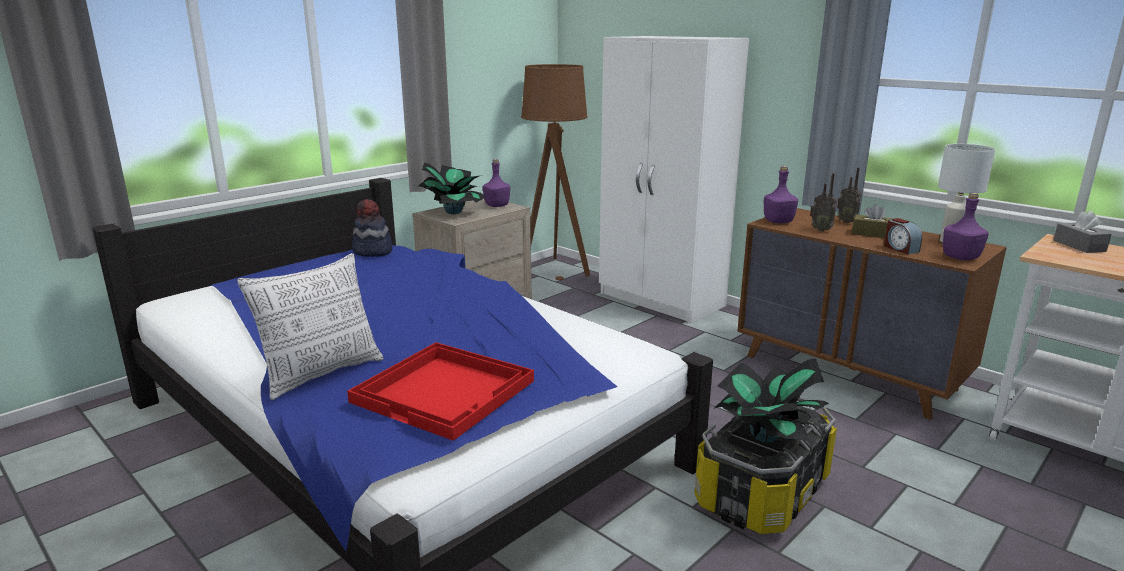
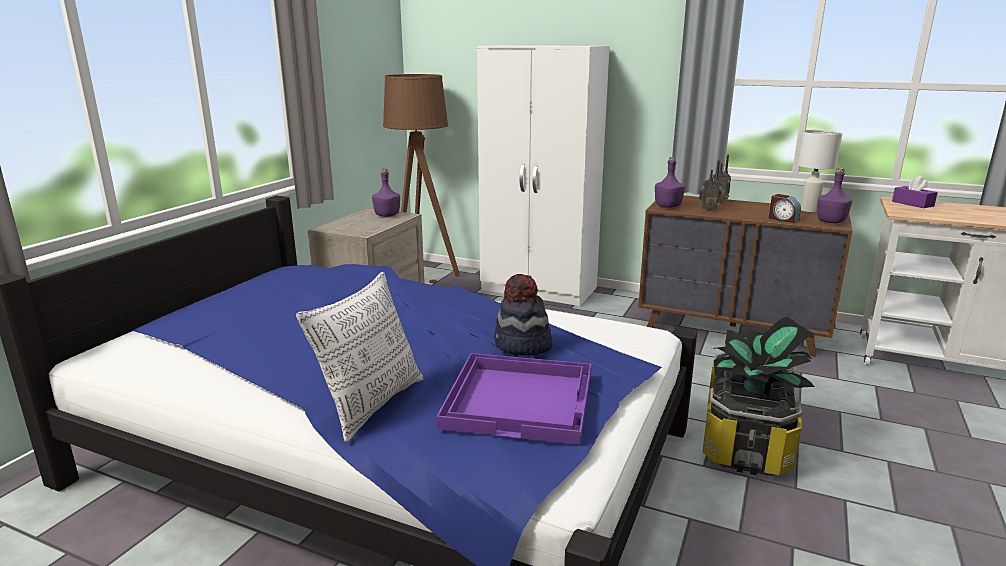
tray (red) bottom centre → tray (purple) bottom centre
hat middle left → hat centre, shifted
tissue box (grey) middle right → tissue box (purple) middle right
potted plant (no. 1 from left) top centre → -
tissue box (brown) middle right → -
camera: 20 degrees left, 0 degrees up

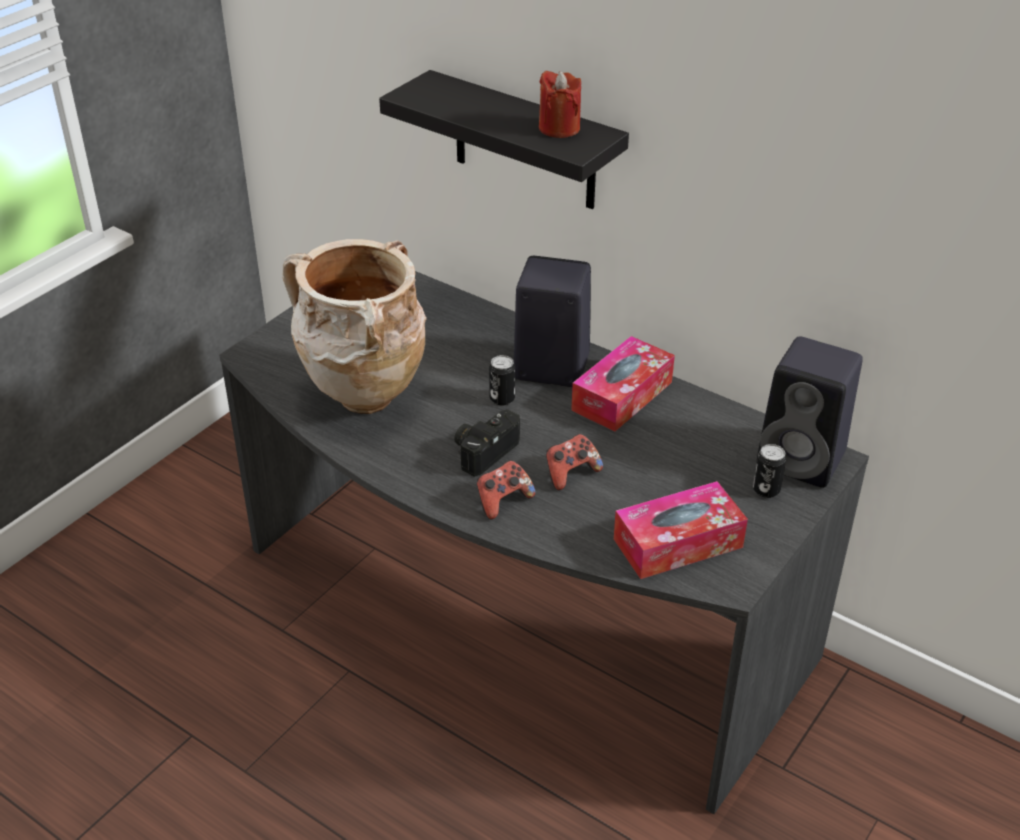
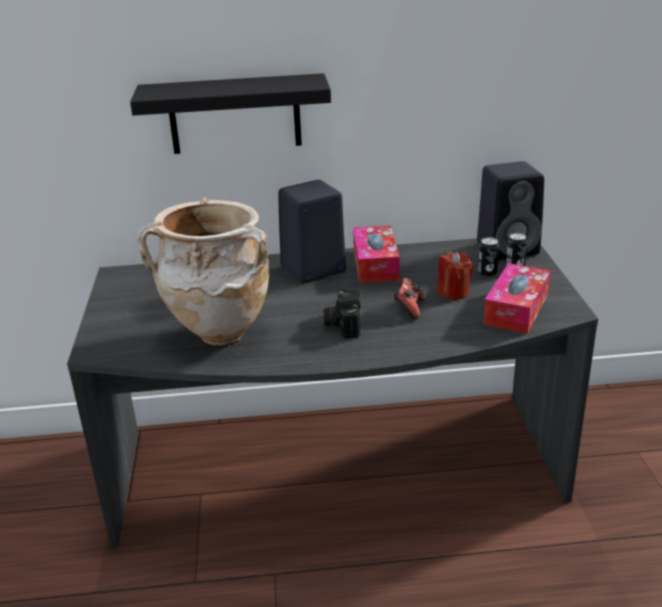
candle (red) top centre → candle (red) middle right, shifted
can (no. 1 from left) centre → can (no. 1 from left) middle right, shifted
game controller (no. 1 from left) centre → -
camera: 40 degrees left, 10 degrees down

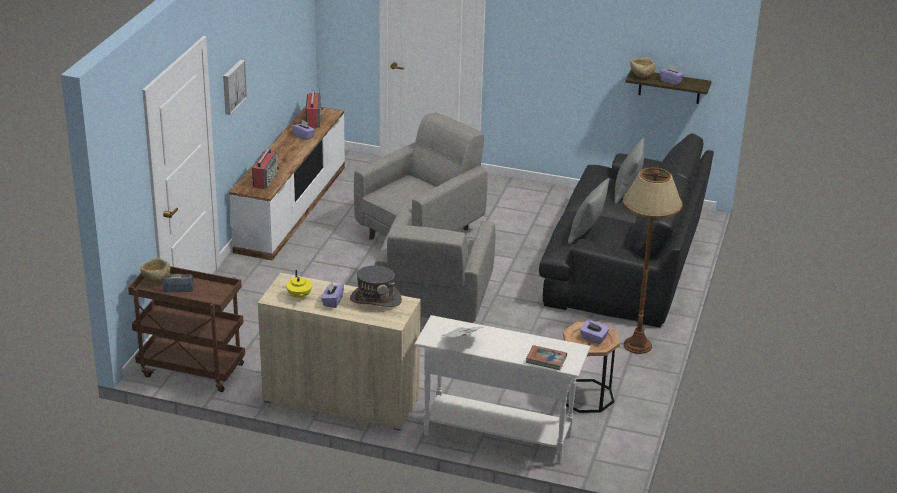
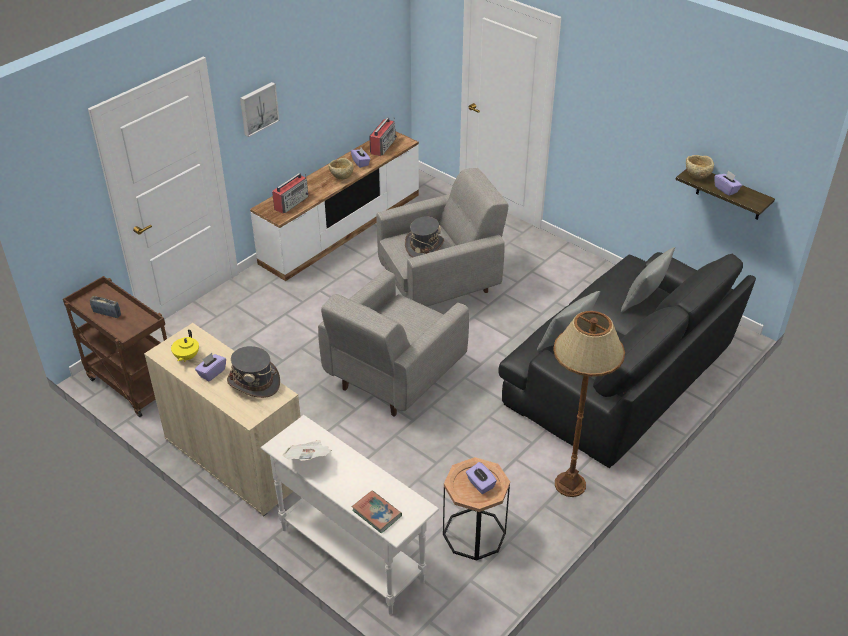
bowl (beige) (no. 1 from left) middle left → bowl (beige) (no. 1 from left) top centre, shifted
- → hat (grey) (no. 2 from left) centre
camera: 25 degrees right, 10 degrees up

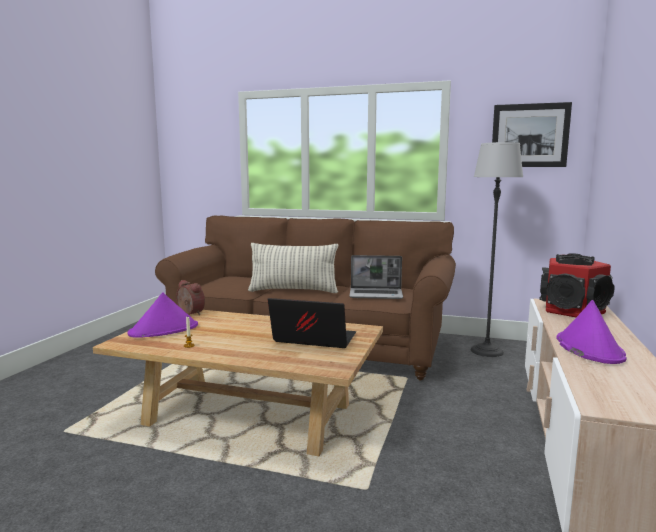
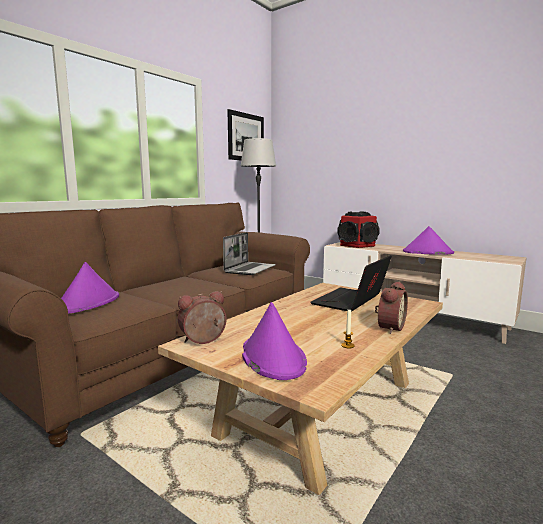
- → hat (purple) (no. 1 from left) middle left
- → alarm clock (no. 2 from left) middle right
pillow centre → -
camera: 70 degrees left, 0 degrees up

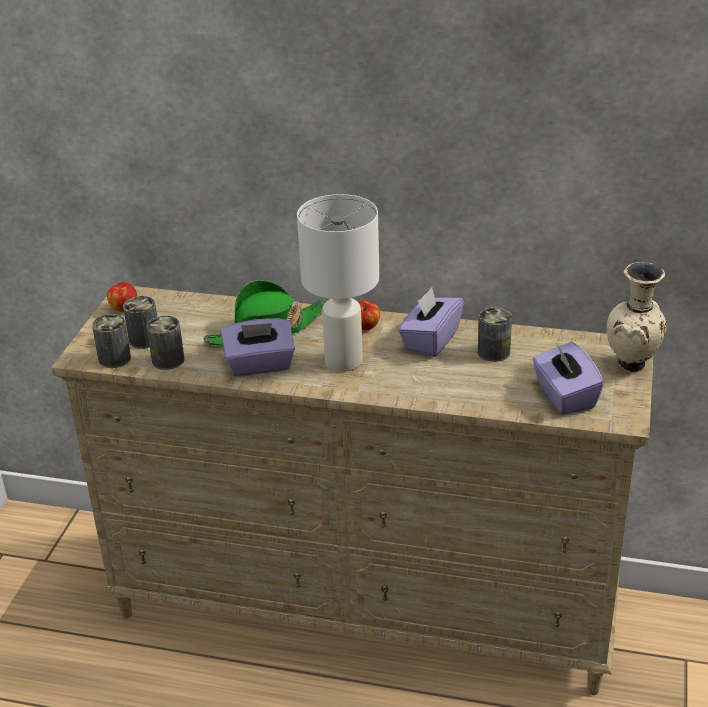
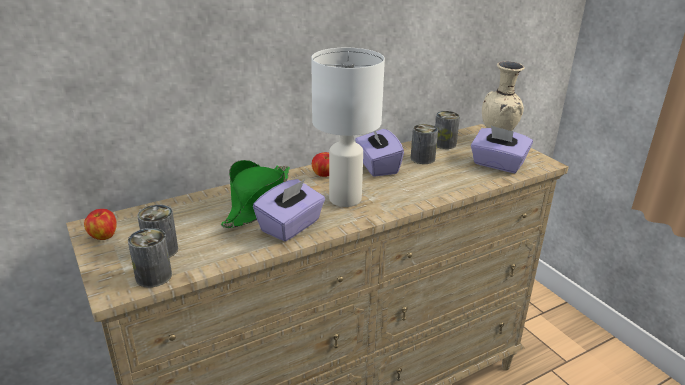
can (no. 3 from left in the first image) middle left → can (no. 4 from left) centre, shifted
camera: 45 degrees left, 5 degrees down

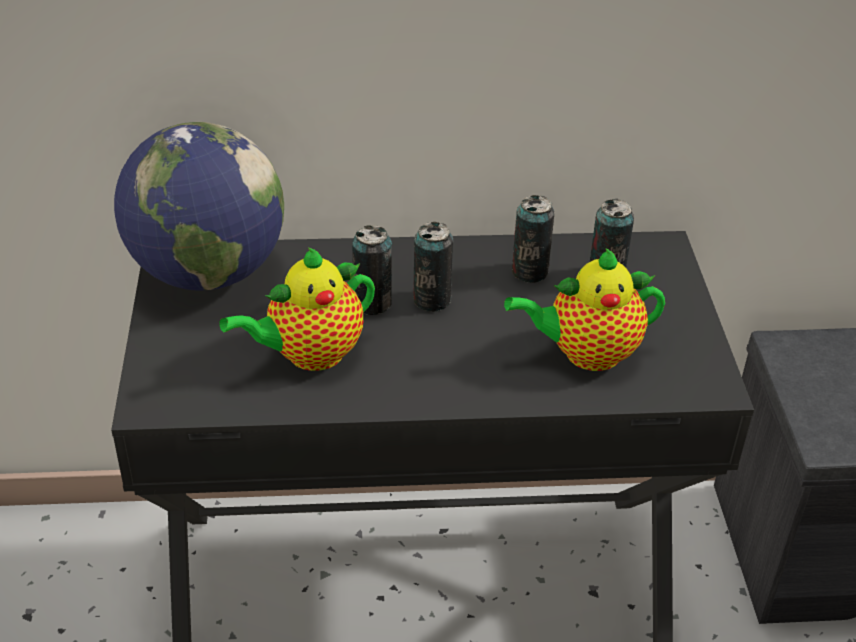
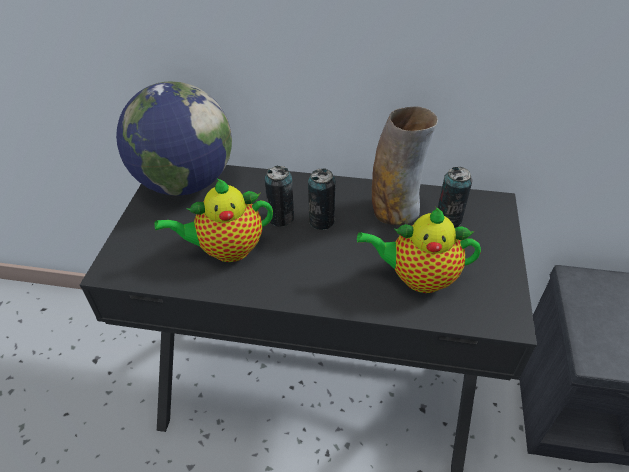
can (no. 3 from left) centre → vase centre
camera: 15 degrees right, 5 degrees up

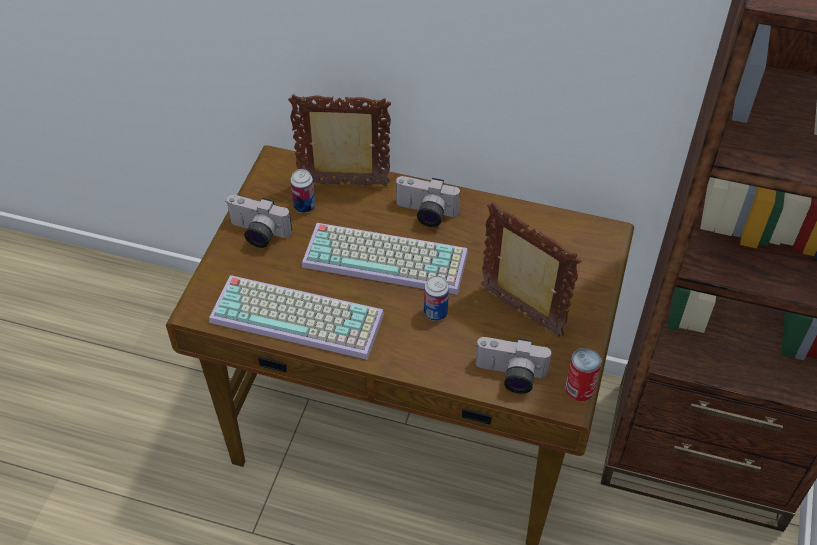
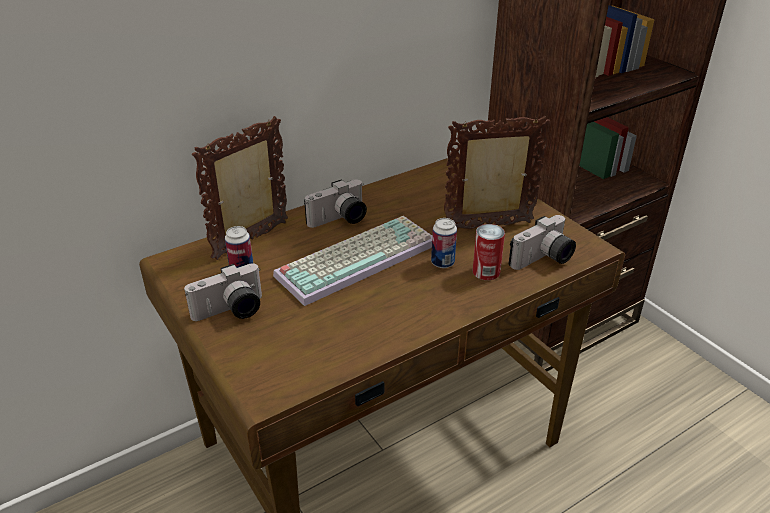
can (no. 3 from left) bottom right → can (no. 3 from left) centre, shifted
keyboard (no. 1 from left) centre → -
camera: 50 degrees left, 15 degrees down

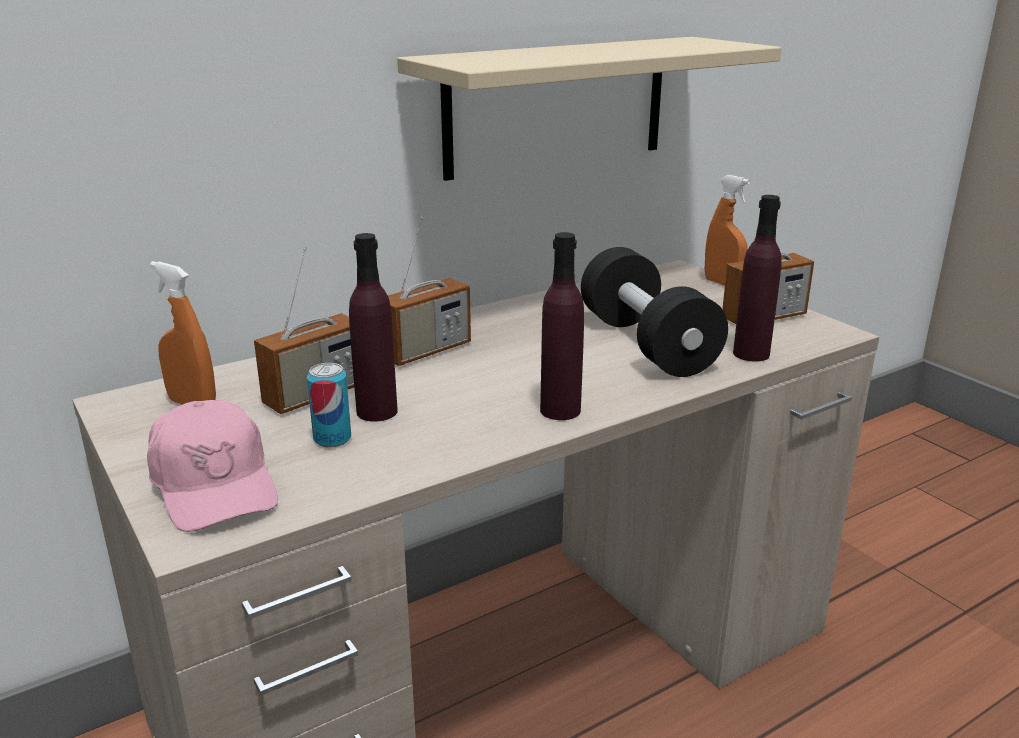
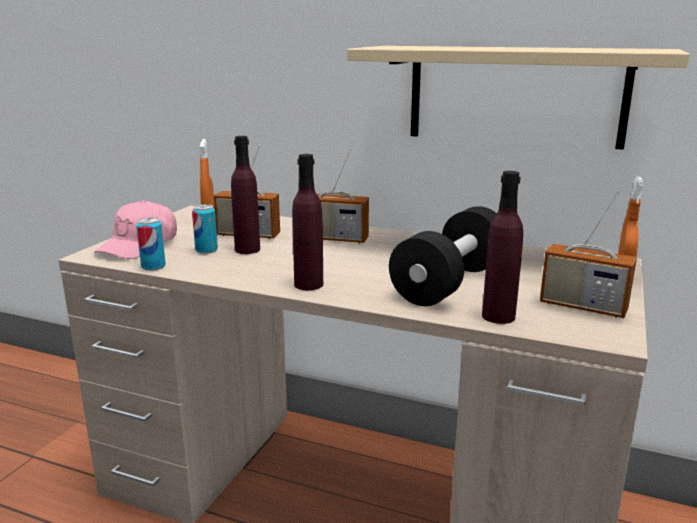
- → can (no. 1 from left) middle left
camera: 55 degrees right, 5 degrees down

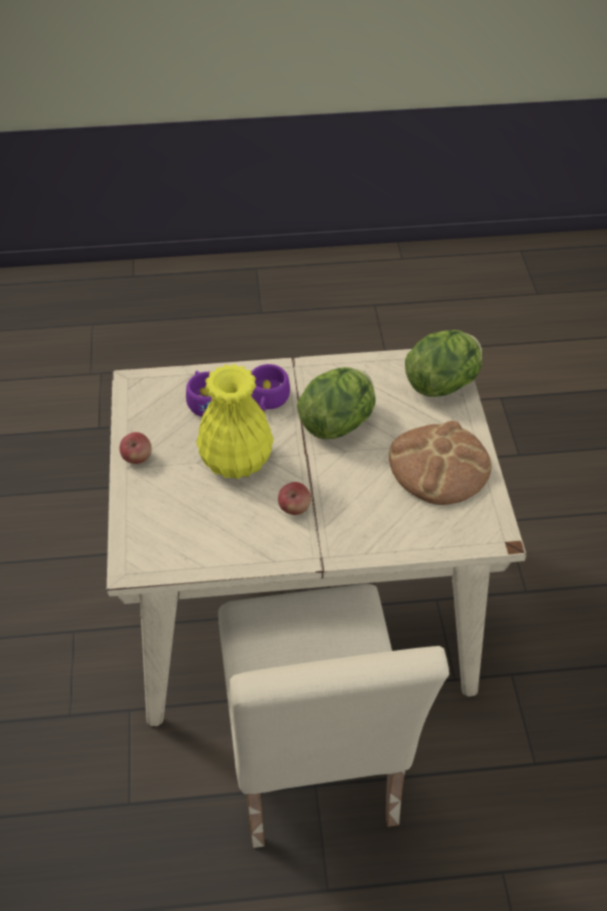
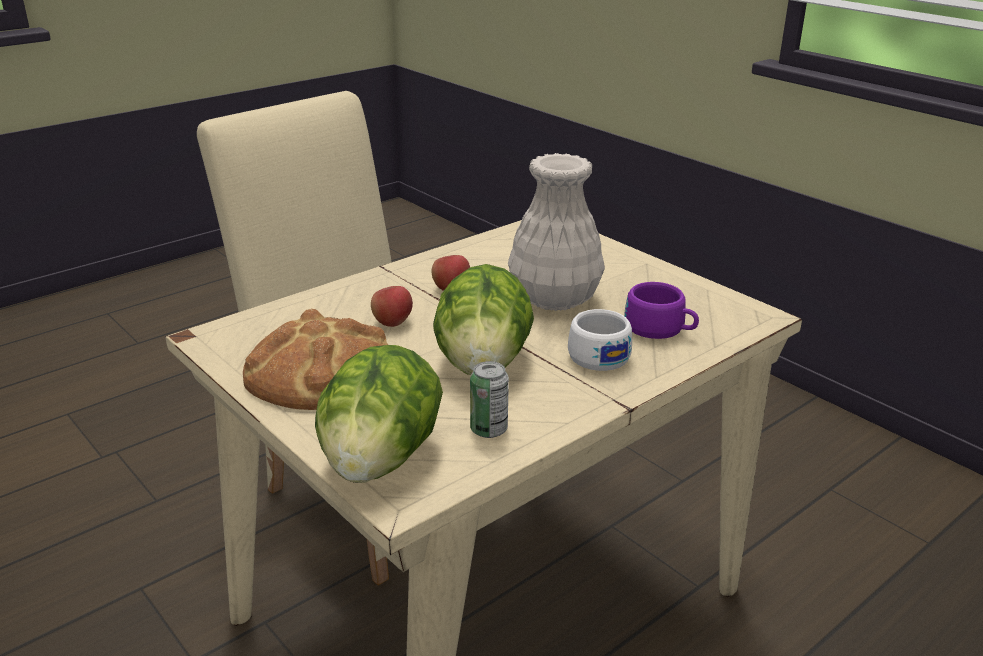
apple (no. 1 from left) middle left → apple (no. 1 from left) centre, shifted
- → can centre
vase (yellow) centre → vase (white) centre
cup (purple) (no. 2 from left) centre → cup (white) centre
camera: 145 degrees right, 20 degrees down

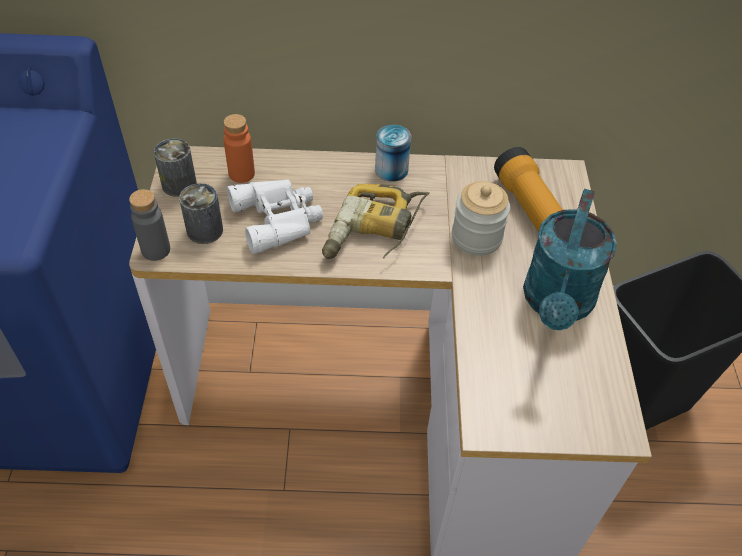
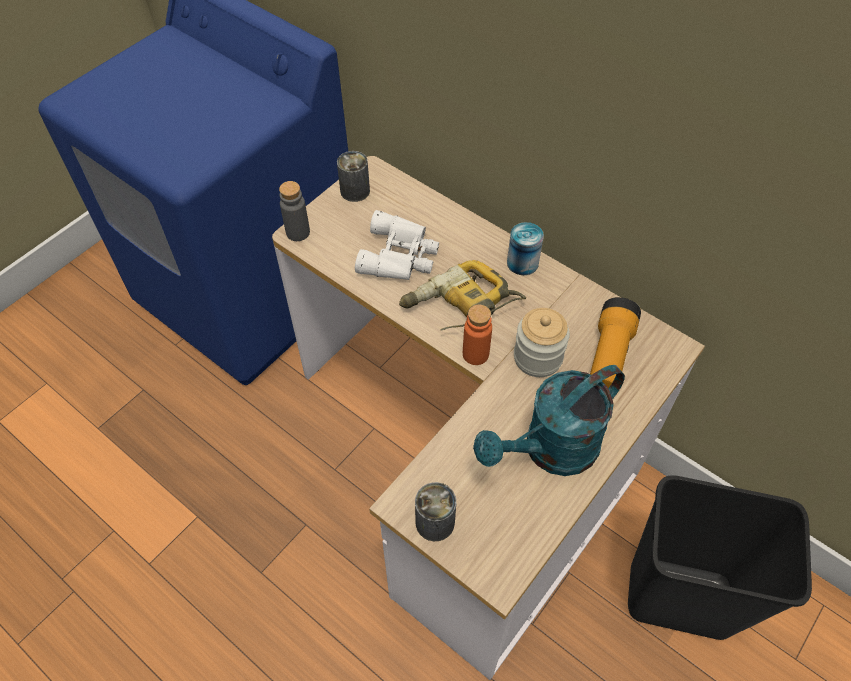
can (no. 2 from left) middle left → can (no. 2 from left) bottom centre, shifted
bottle (orange) top left → bottle (orange) centre, shifted
camera: 40 degrees right, 5 degrees up

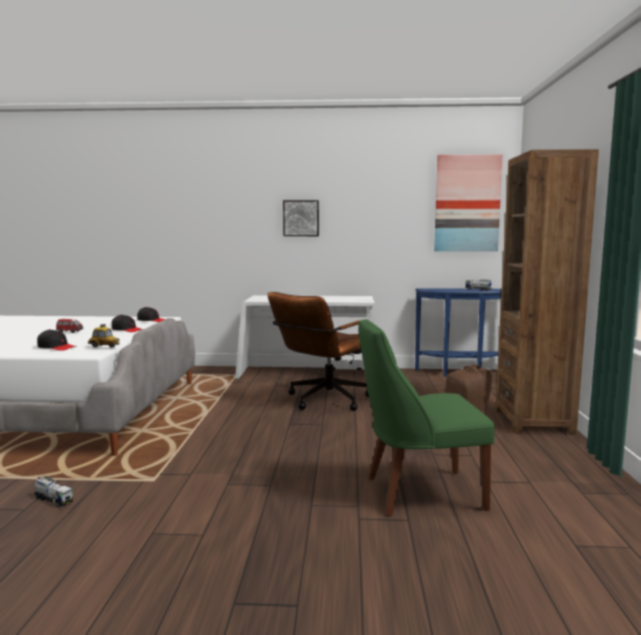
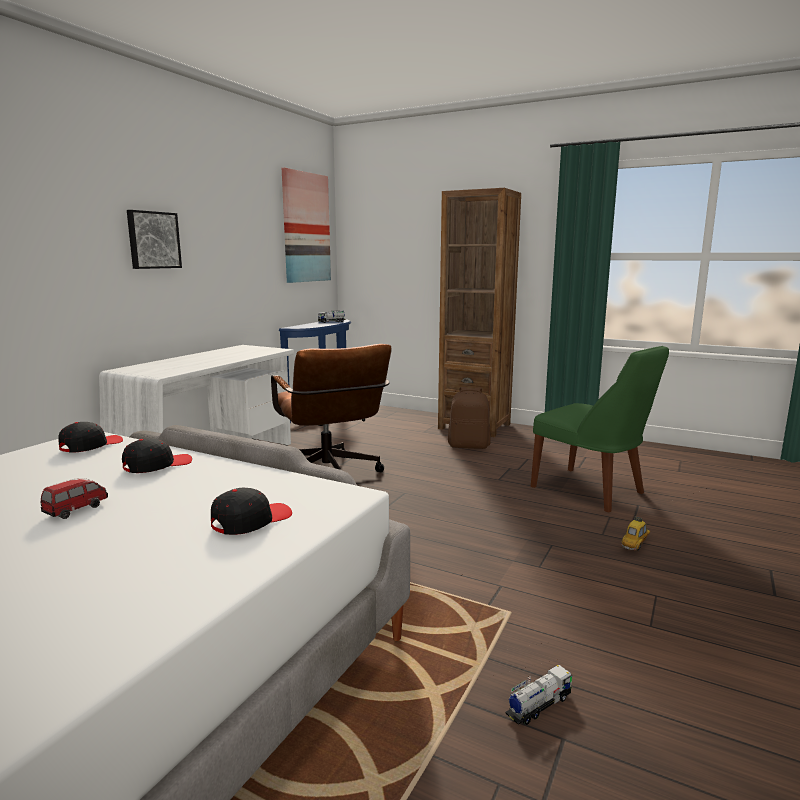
chair (green) centre → chair (green) middle right, 60 degrees counterclockwise
toy car (no. 2 from left) middle left → toy car (no. 2 from left) middle right, shifted
camera: 65 degrees left, 5 degrees up

